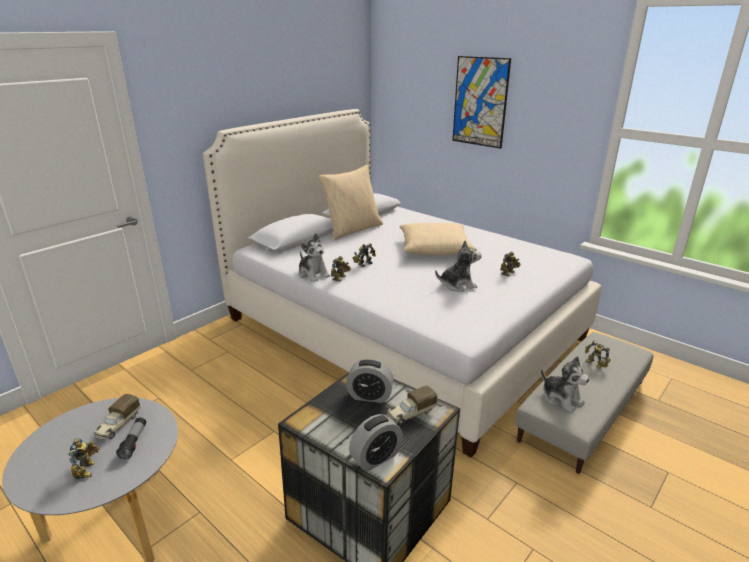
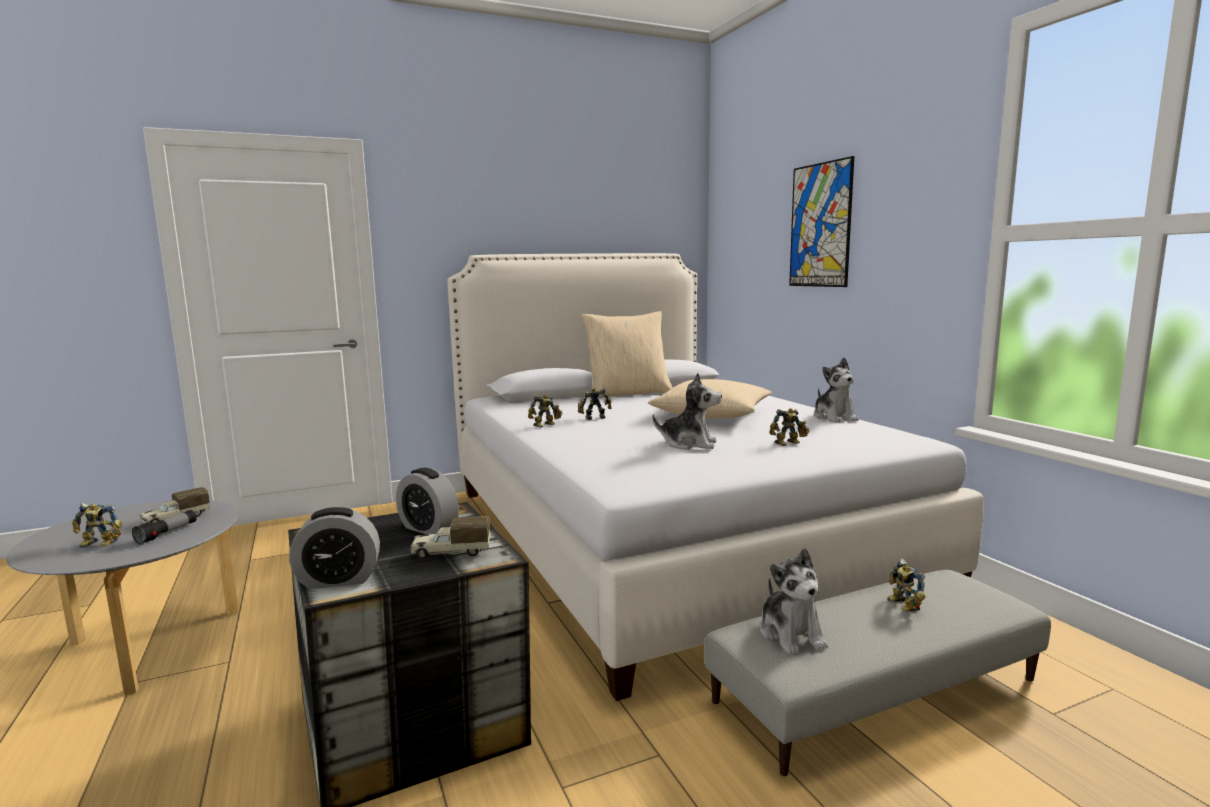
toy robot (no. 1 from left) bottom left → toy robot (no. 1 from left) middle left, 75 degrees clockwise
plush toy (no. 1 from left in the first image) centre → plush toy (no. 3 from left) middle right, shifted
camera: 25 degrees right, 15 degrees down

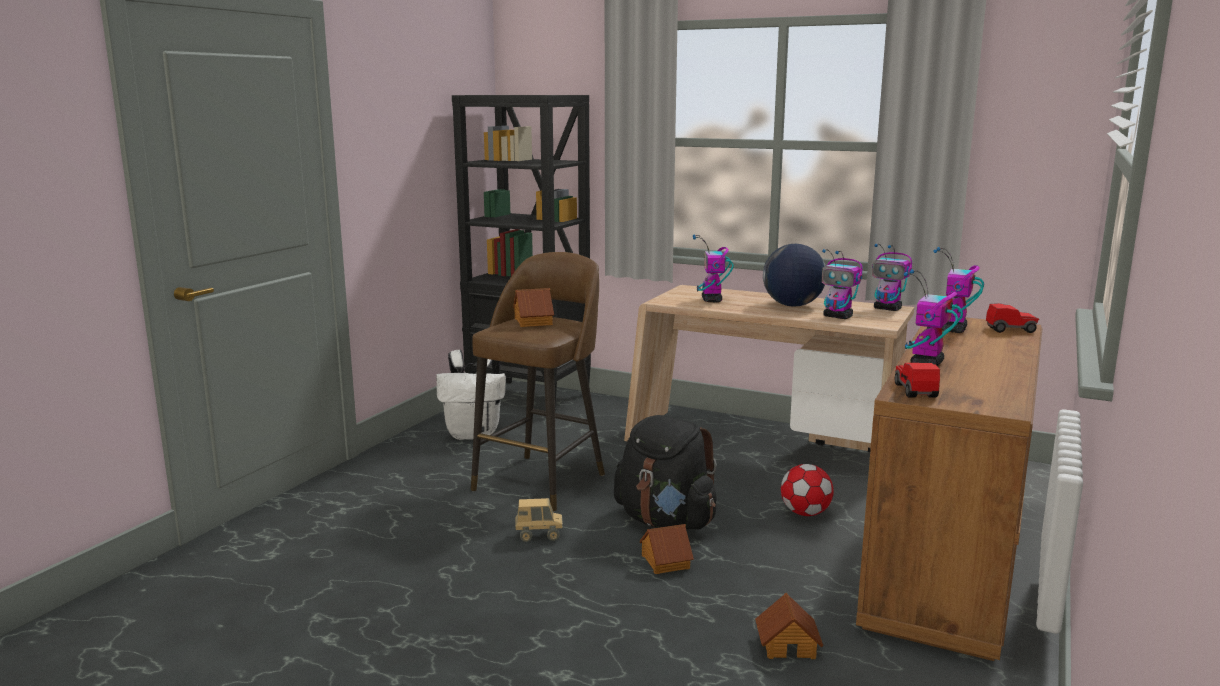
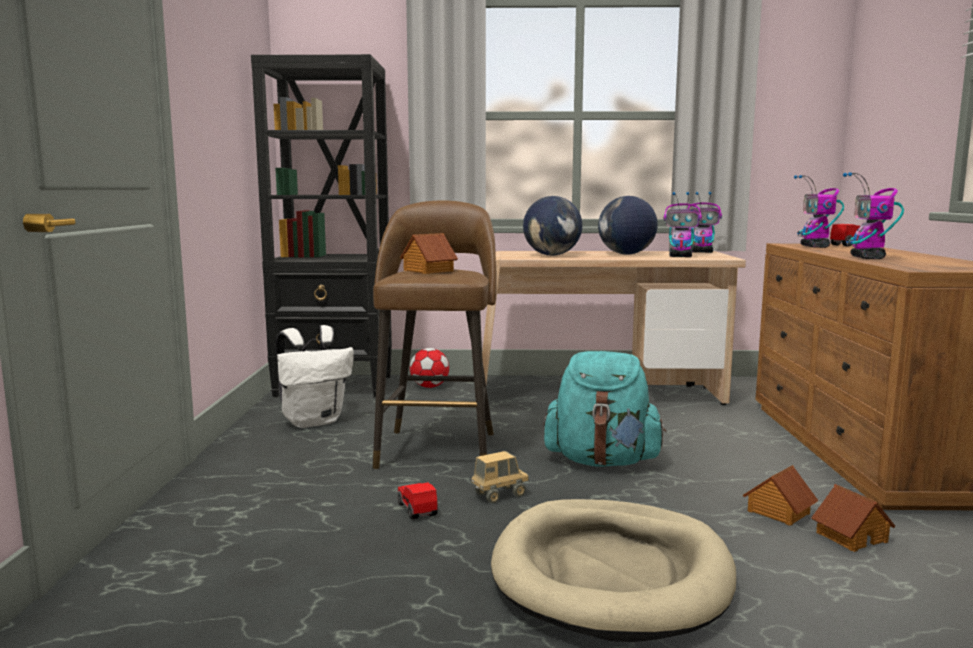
toy car (no. 1 from left) middle right → toy car (no. 1 from left) bottom centre, shifted
football bottom centre → football centre, shifted
- → dog bed (beige) bottom centre
toy robot (no. 1 from left) centre → globe (no. 1 from left) centre
backpack (black) bottom centre → backpack (turquoise) centre
toy house (no. 2 from left) bottom centre → toy house (no. 2 from left) bottom right, shifted
camera: 25 degrees left, 5 degrees down

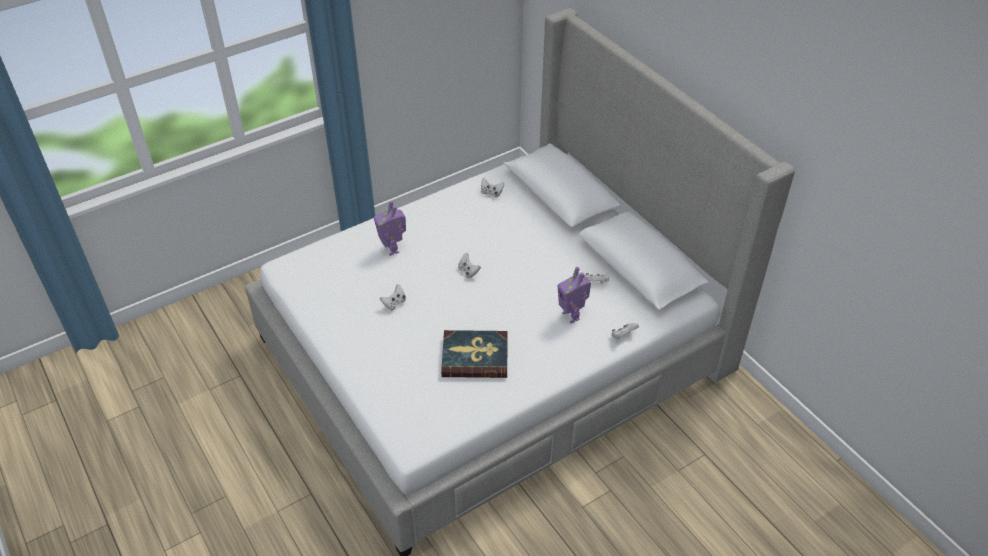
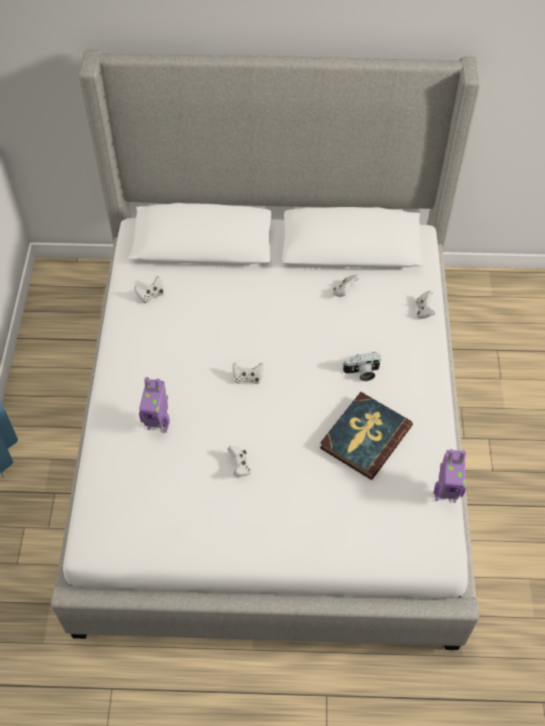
- → photo camera centre
toy robot (no. 2 from left) centre → toy robot (no. 2 from left) middle right, shifted
camera: 55 degrees left, 10 degrees up

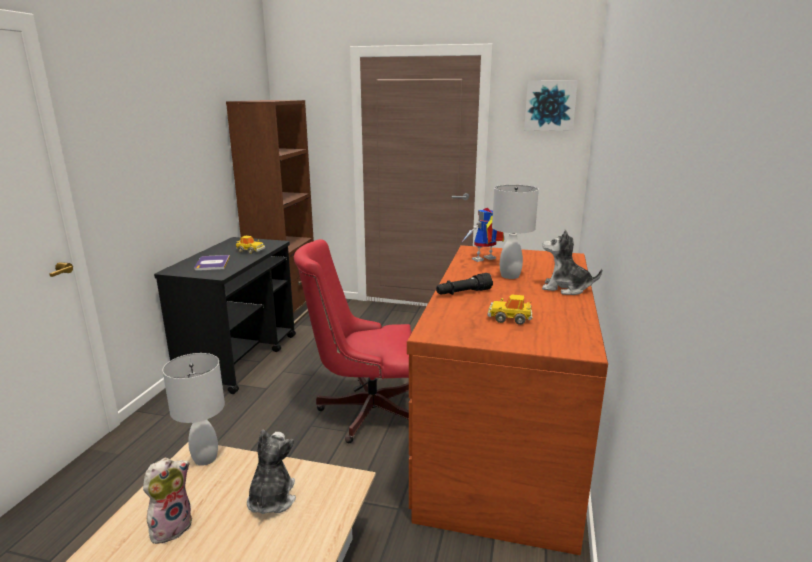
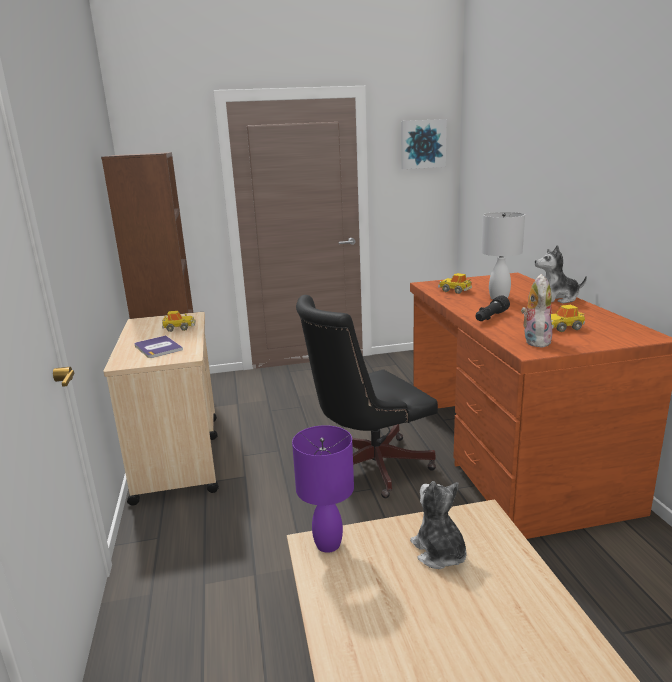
cart (black) middle left → cart (beige) middle left
table lamp (white) (no. 1 from left) bottom left → table lamp (purple) bottom centre
office chair (red) centre → office chair (black) centre
toy robot centre → toy car (no. 2 from left) middle right
plush toy (no. 1 from left in the first image) bottom left → plush toy (no. 2 from left) middle right, shifted
camera: 25 degrees left, 0 degrees up

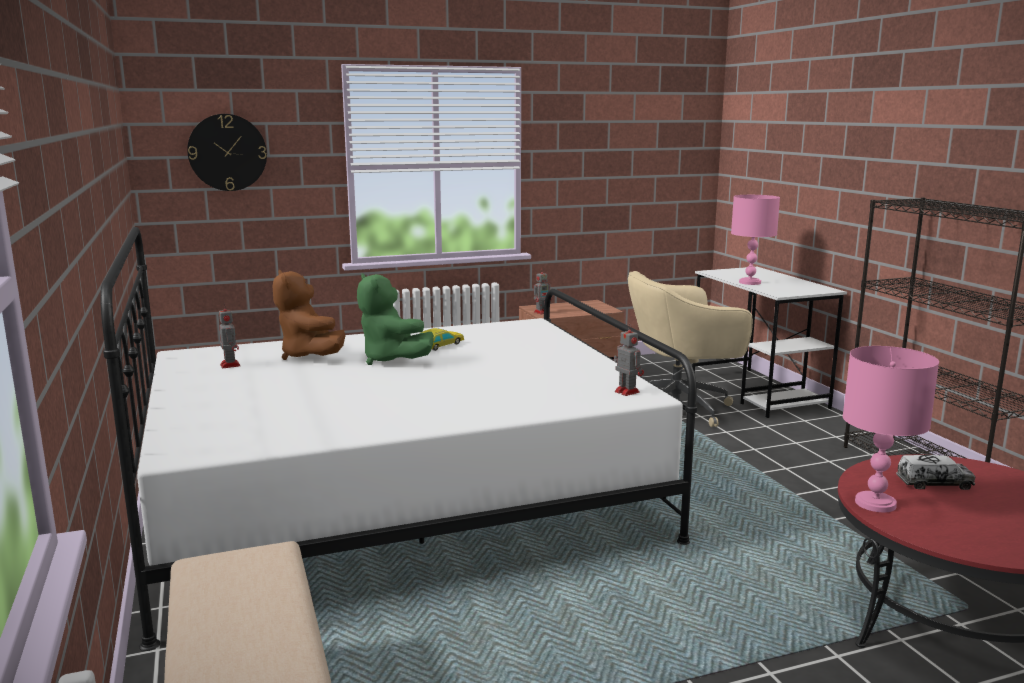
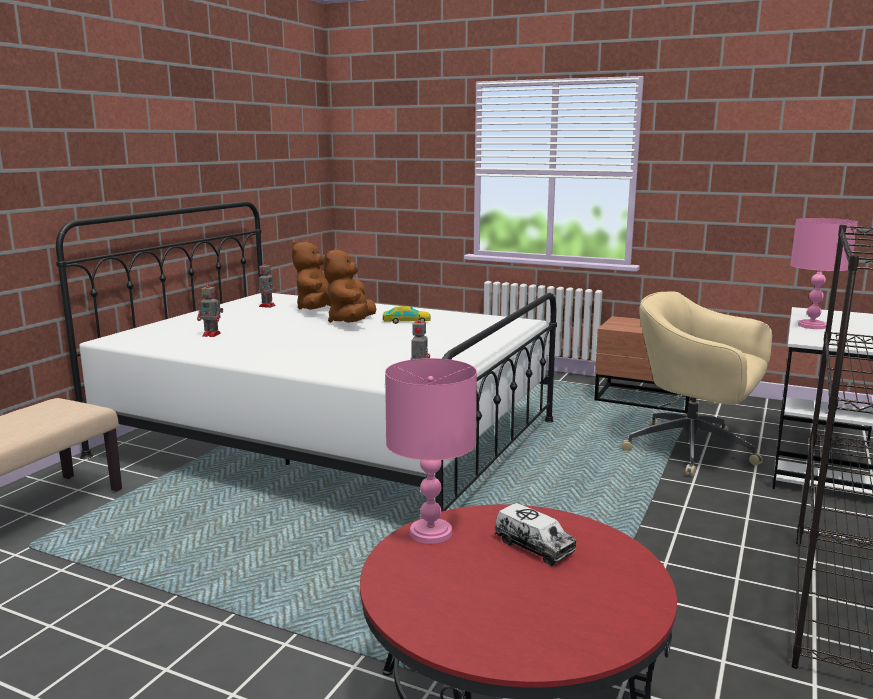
toy robot (no. 2 from left in the first image) centre → toy robot (no. 1 from left) middle left, shifted
plush toy (green) centre → plush toy (brown) (no. 2 from left) centre
wall clock top left → -
camera: 45 degrees right, 0 degrees up

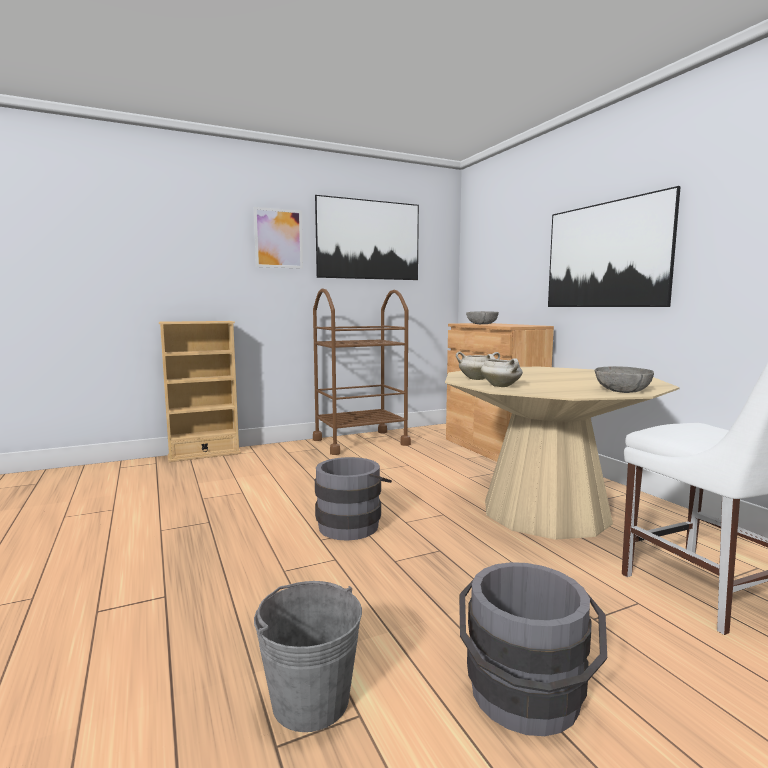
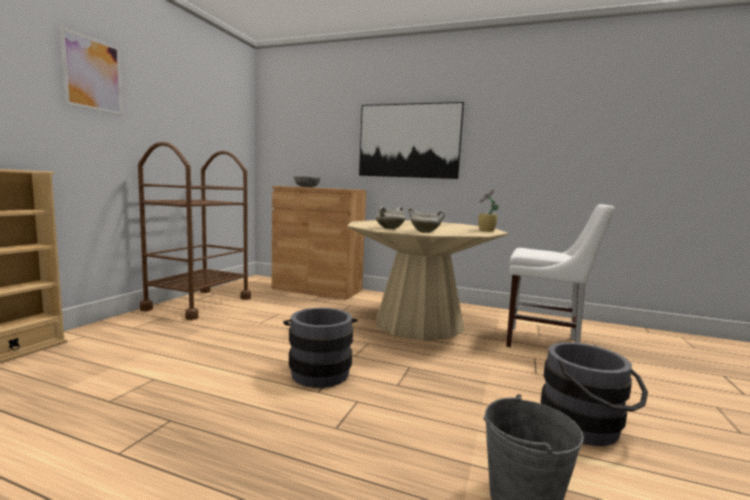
bowl (grey) (no. 2 from left) middle right → potted plant centre
picture (no. 2 from left) top centre → -
camera: 45 degrees left, 0 degrees up

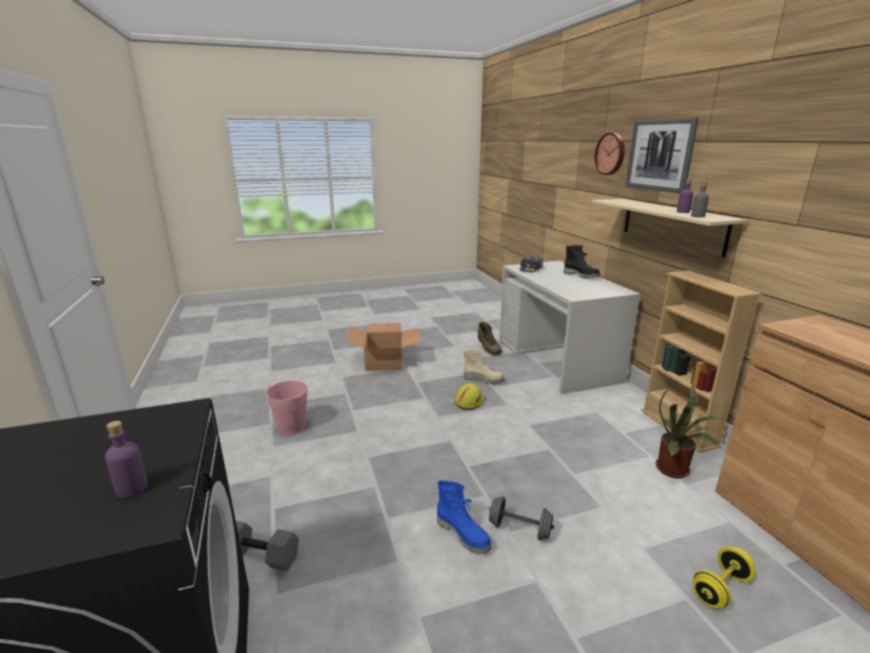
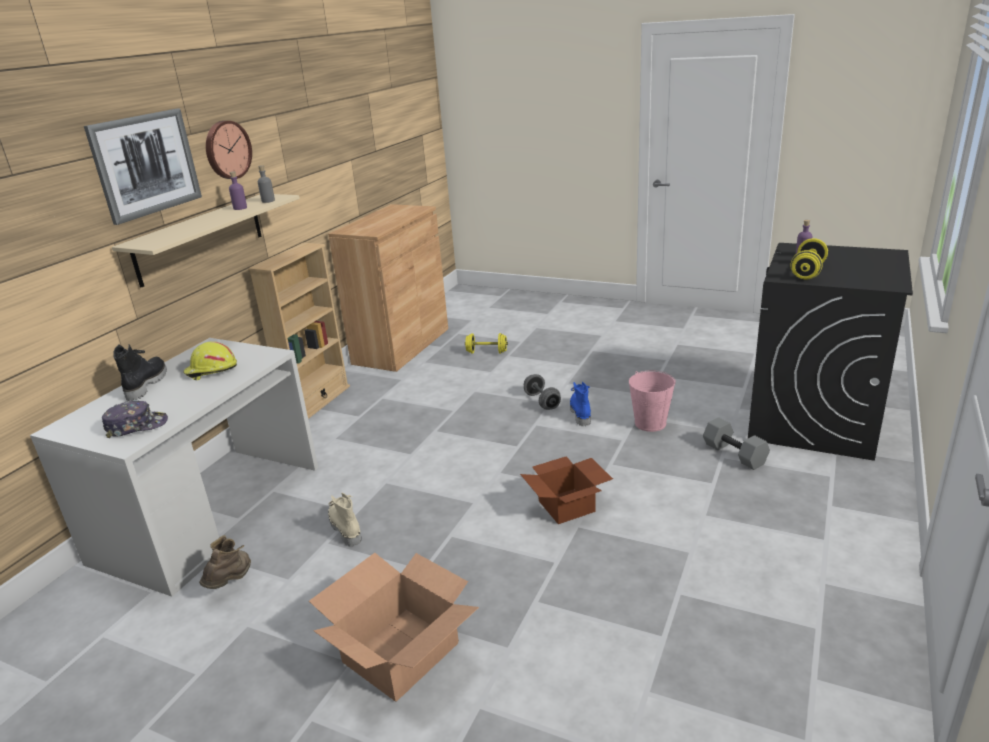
hard hat (yellow) centre → hard hat (yellow) middle left, shifted
wall clock top right → wall clock top left, shifted
- → cardboard box (no. 2 from left) centre
bucket (pink) middle left → bucket (pink) centre, shifted
- → dumbbell (yellow) (no. 2 from left) middle right
potted plant middle right → -
camera: 135 degrees left, 5 degrees up

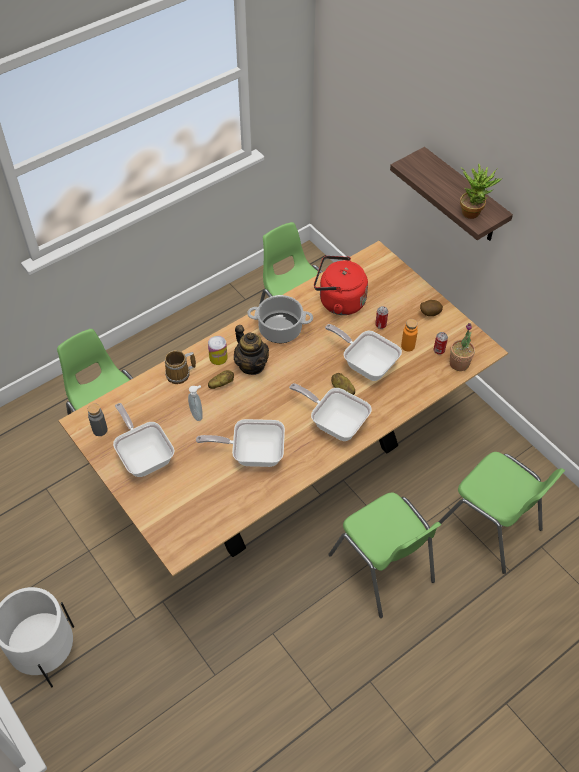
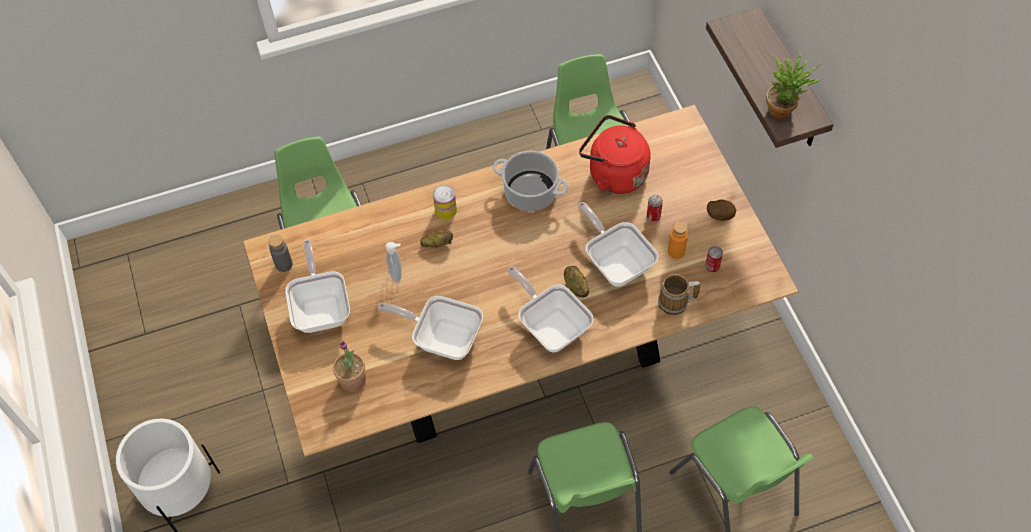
potted plant (no. 1 from left) middle right → potted plant (no. 1 from left) bottom centre, shifted
mug middle left → mug centre, shifted
teapot centre → -
camera: 20 degrees right, 5 degrees up

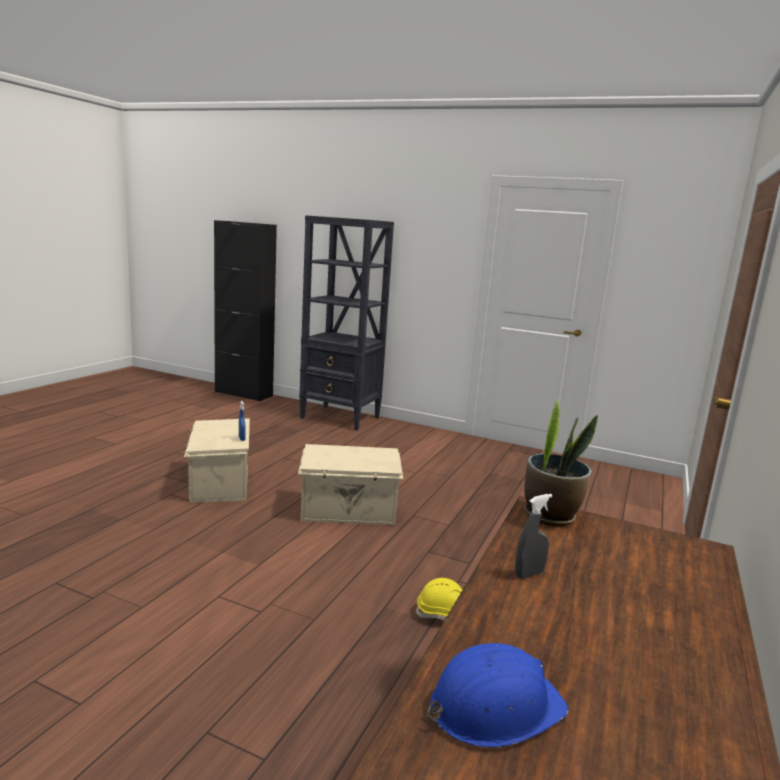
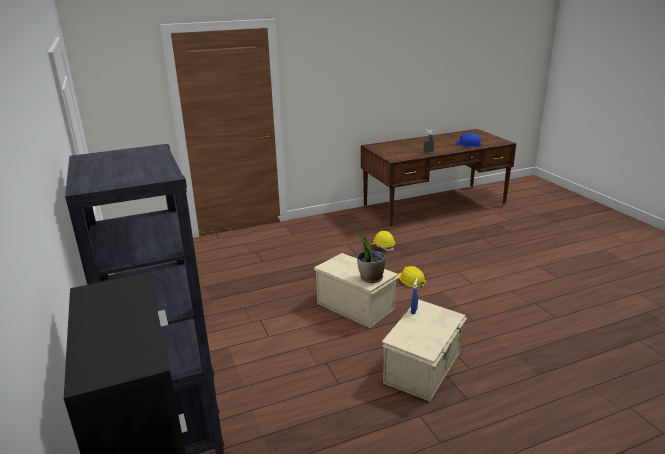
potted plant middle right → potted plant centre, shifted
- → hard hat (yellow) (no. 2 from left) centre
camera: 135 degrees left, 10 degrees up

